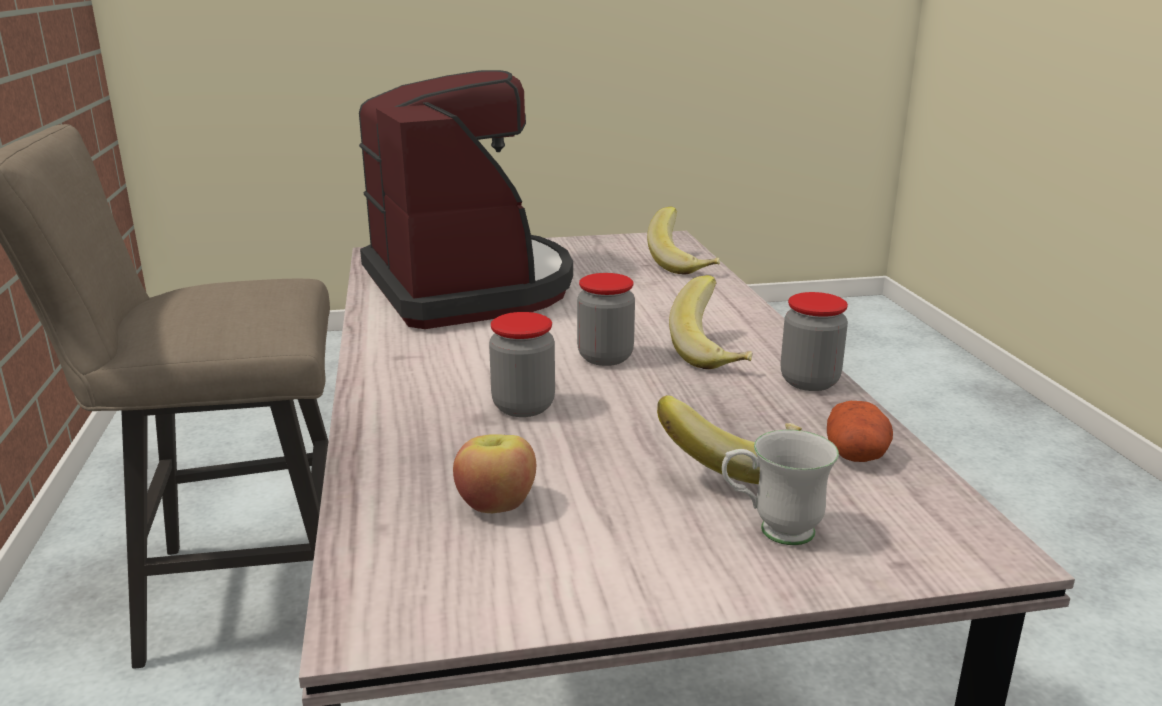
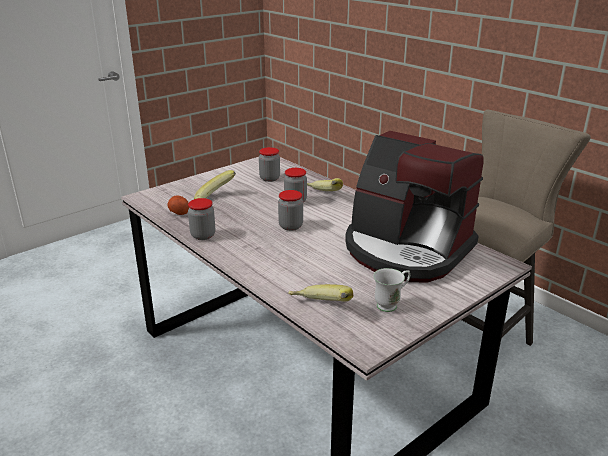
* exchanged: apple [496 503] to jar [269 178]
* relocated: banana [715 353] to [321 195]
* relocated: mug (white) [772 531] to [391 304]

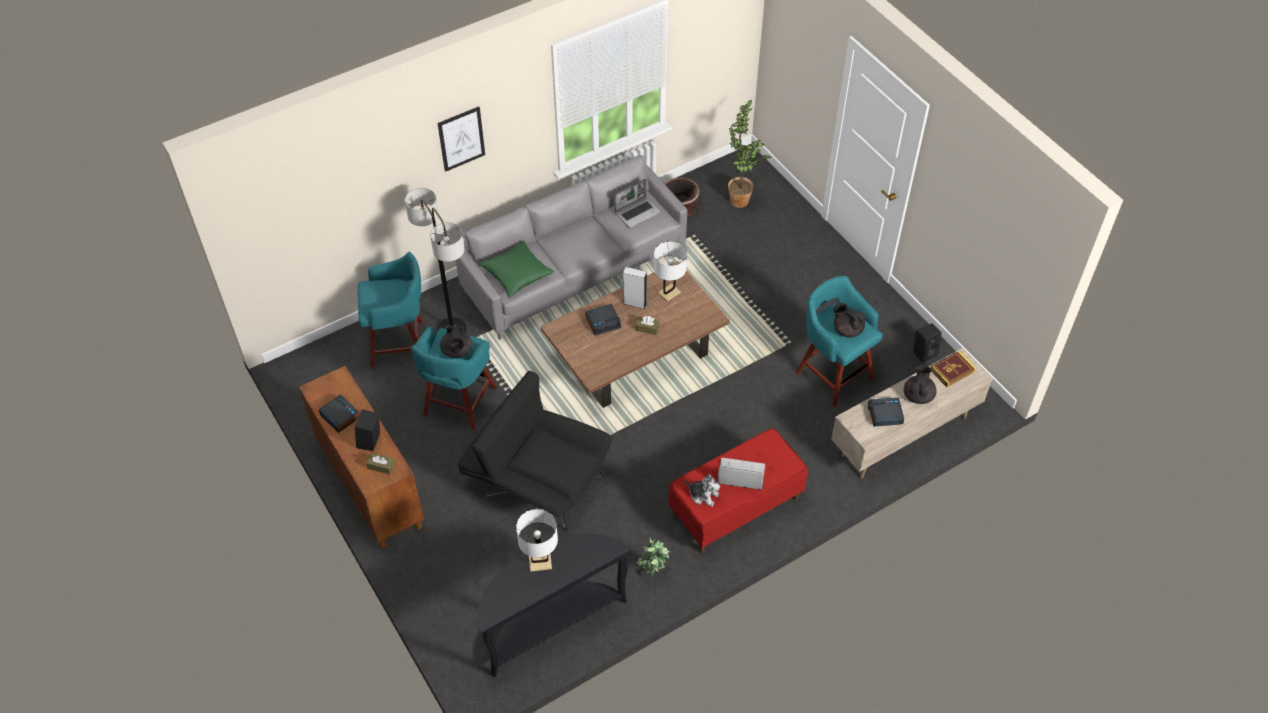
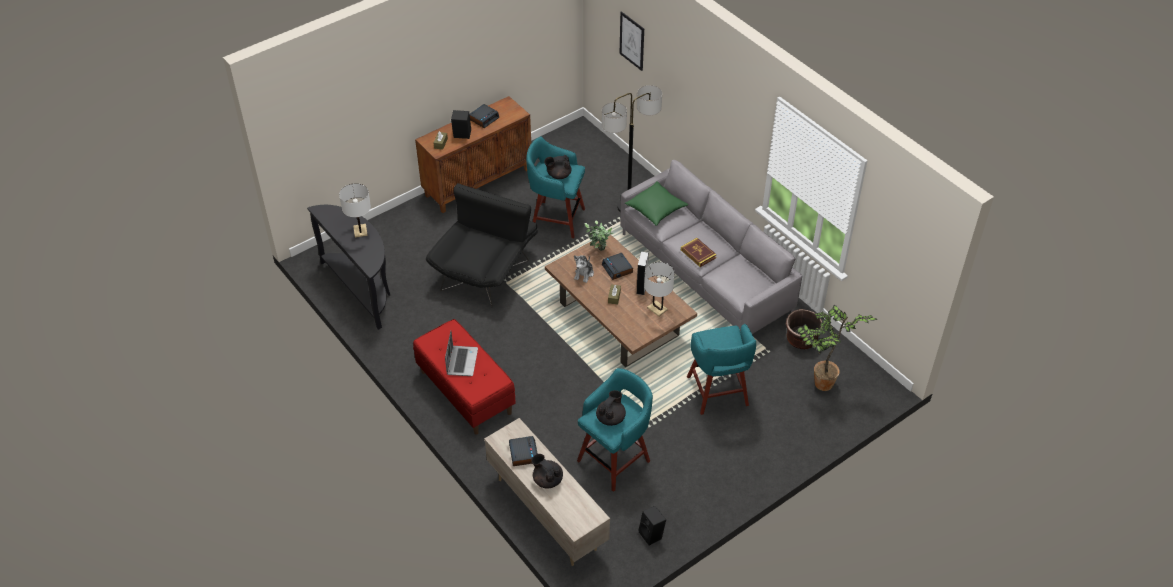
* relocated: stool (turquoise) [400 344] to [718 392]
* relocated: picture [461 138] to [632 41]
* missing: laptop [638 212]
* relocated: potted plant [653 572] to [598 251]
* relocated: plush toy [703 495] to [584 274]
* spun: teapot (black) [918 395] = [547 480] 150 degrees counterclockwise
* relocated: book [952 370] to [698 254]

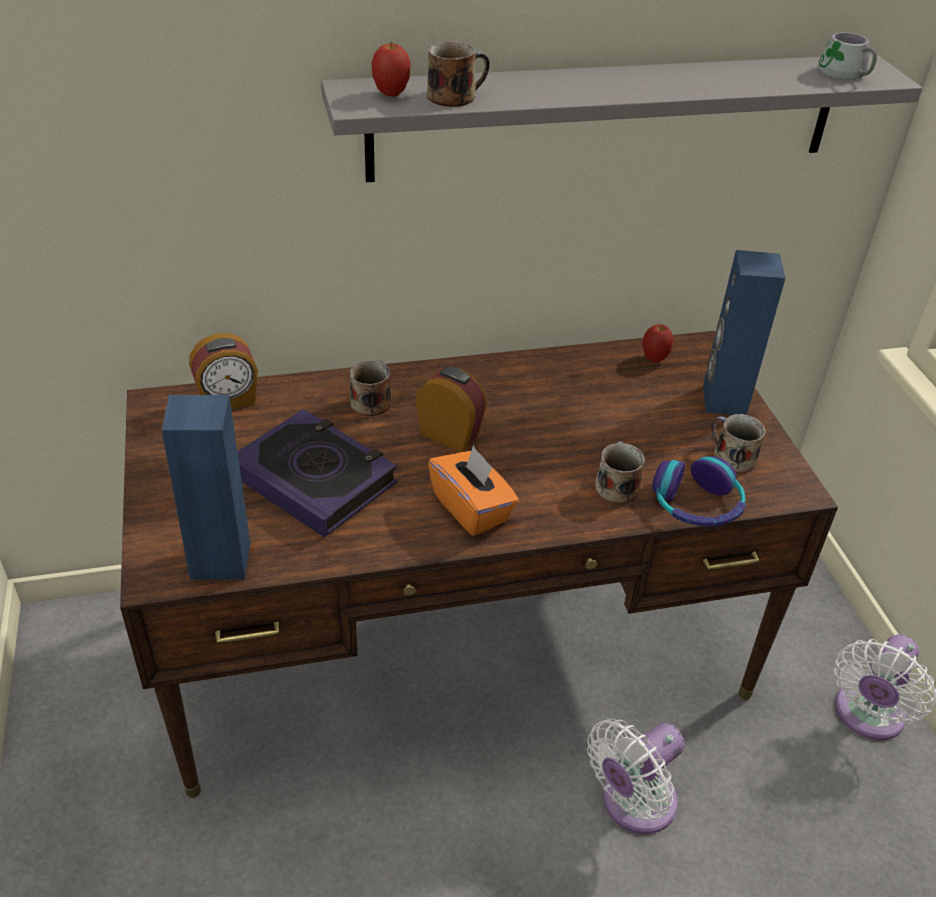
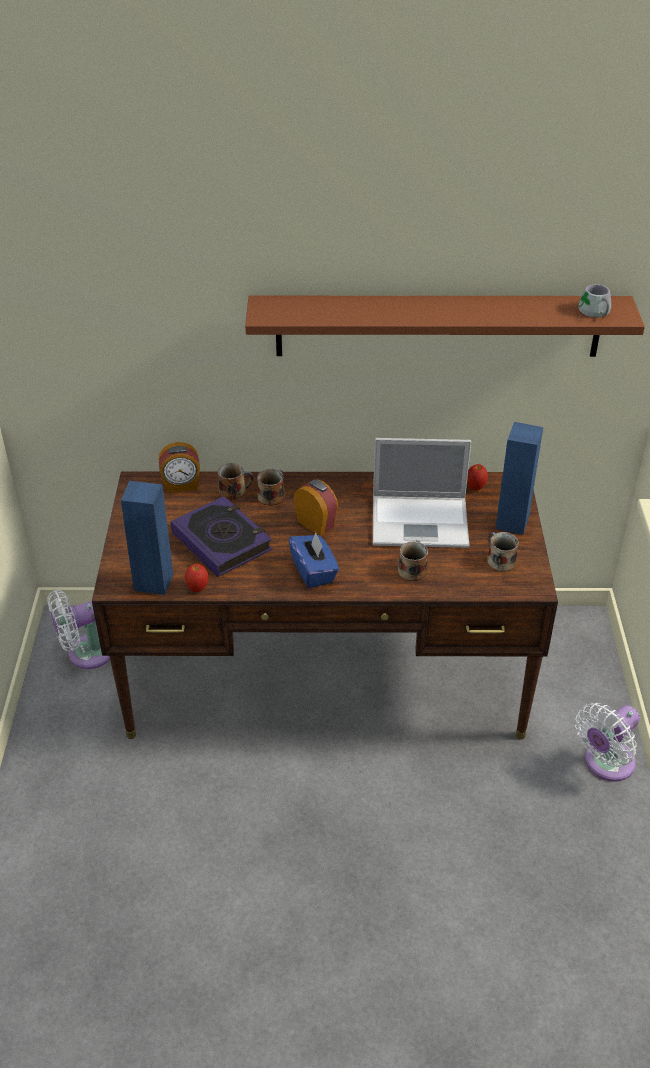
* colour: shelf (grey) [607 117] to shelf (brown) [438 325]
* relocated: apple [391 94] to [197 589]
* relocated: mug [454 96] to [234 490]
* colour: tissue box (orange) [471 508] to tissue box (blue) [314 571]
* relocated: fan (white) [633 804] to [86 653]
* missing: headphones [696 504]
* appeared: laptop [422 521]

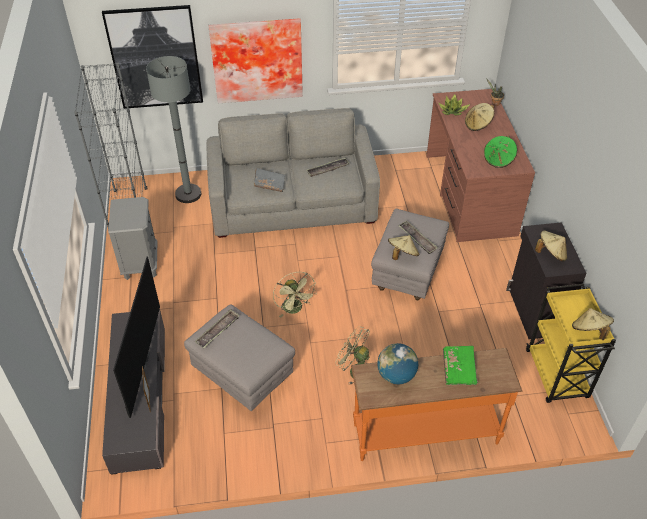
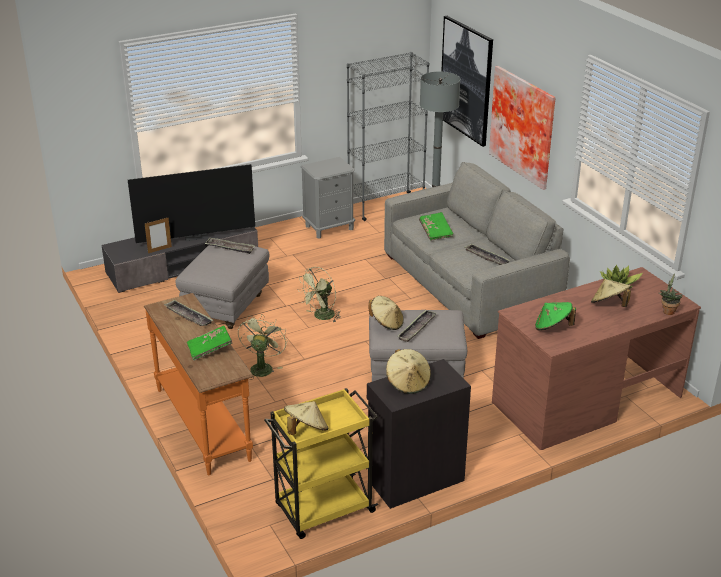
* colour: book (grey) [269 184] to book (green) [436 232]
* exchanged: globe [396 375] to tray [188 316]

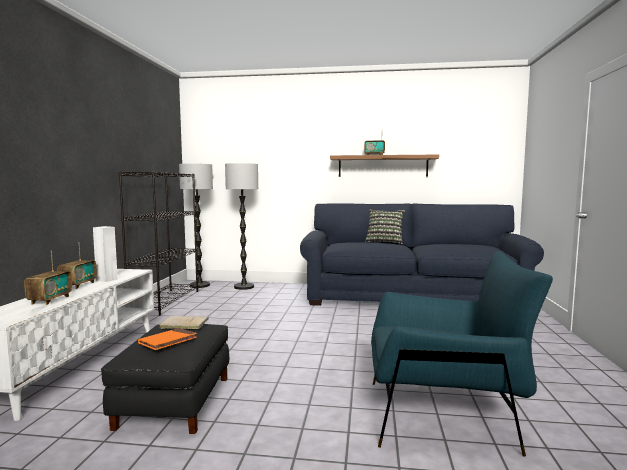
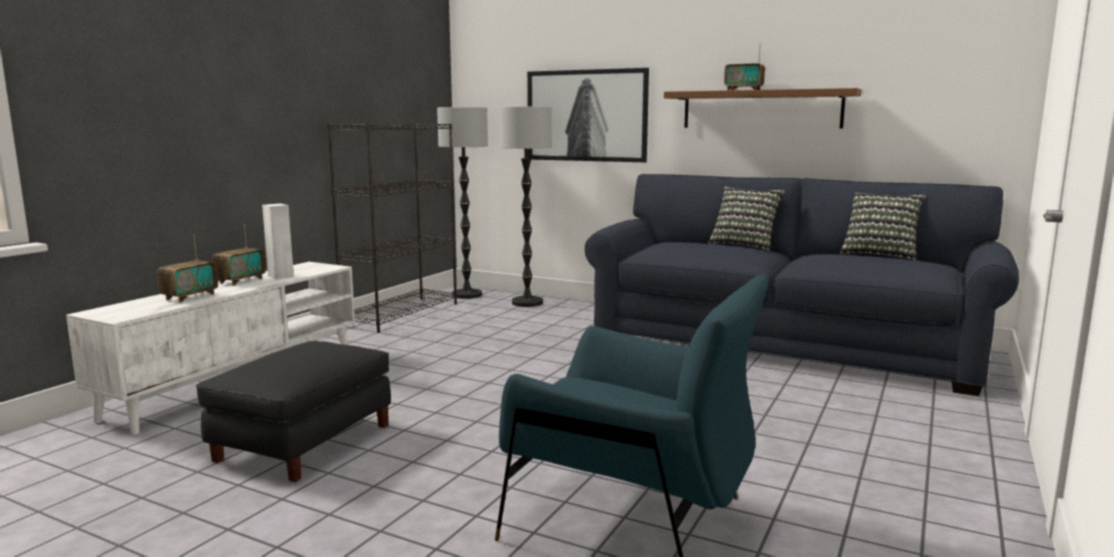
* missing: book (orange) [168 341]
* missing: book (beige) [183 324]
* appeared: picture [587 115]
* appeared: pillow [880 254]

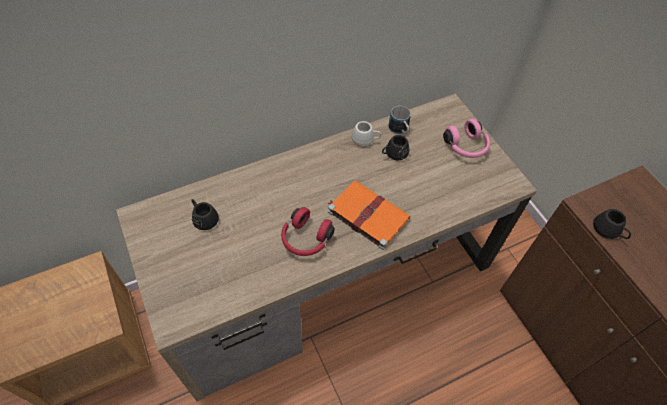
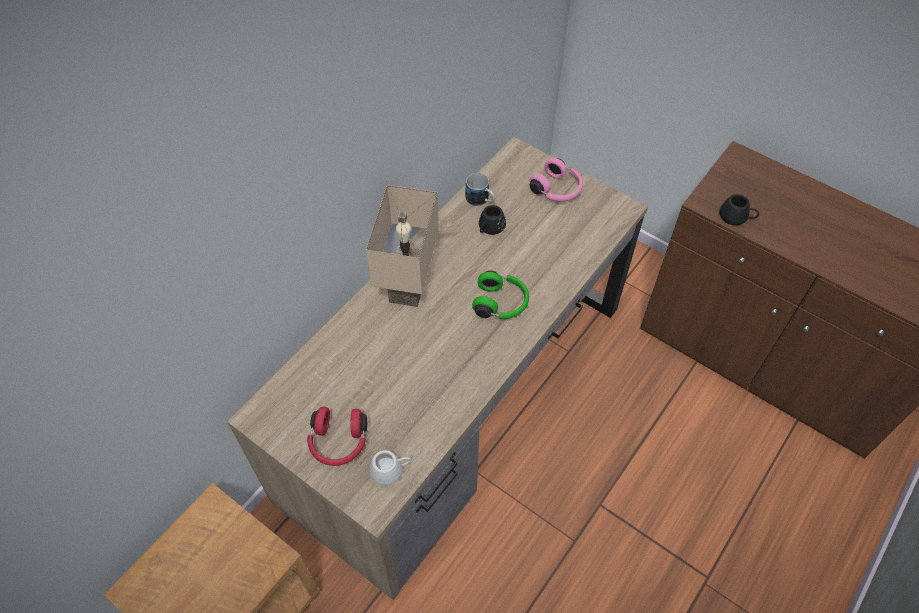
* missing: mug (black) [203 218]
* relocated: headphones (red) [305 239] to [338 442]
* exchanged: book (orange) [367 214] to headphones (green) [501 303]
* relocated: mug (white) [365 139] to [390 470]
* appeared: table lamp (beige) [410 286]

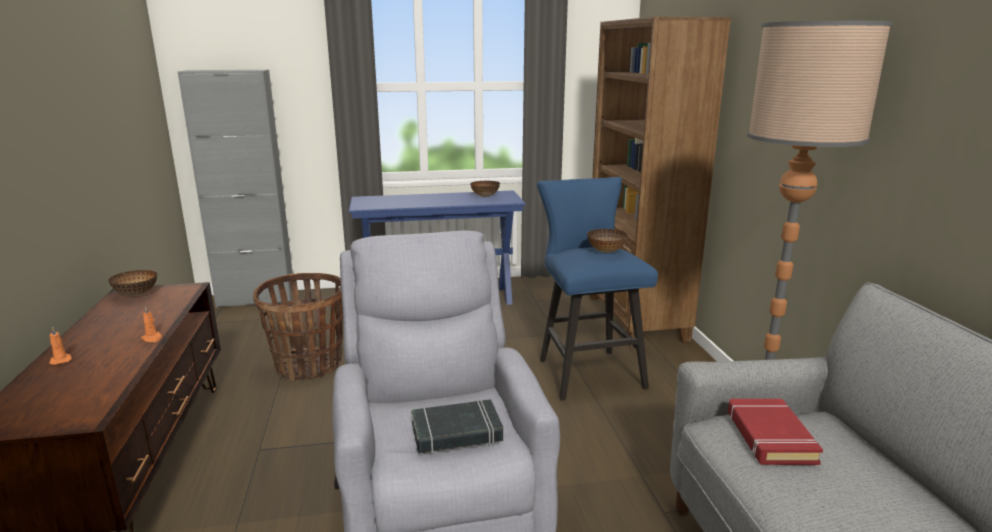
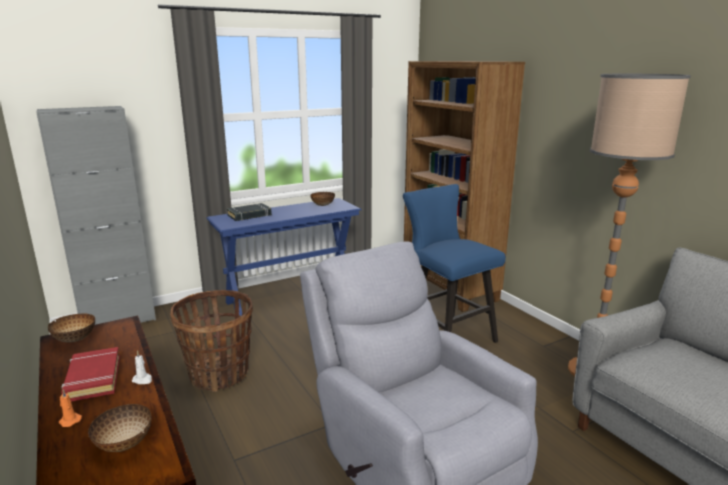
* colour: candle (orange) [152 338] to candle (white) [143 380]
* relocated: book (black) [456 433] to [249 215]
* relocated: bowl [605 251] to [123 444]
* relocated: book (red) [769 437] to [93 378]

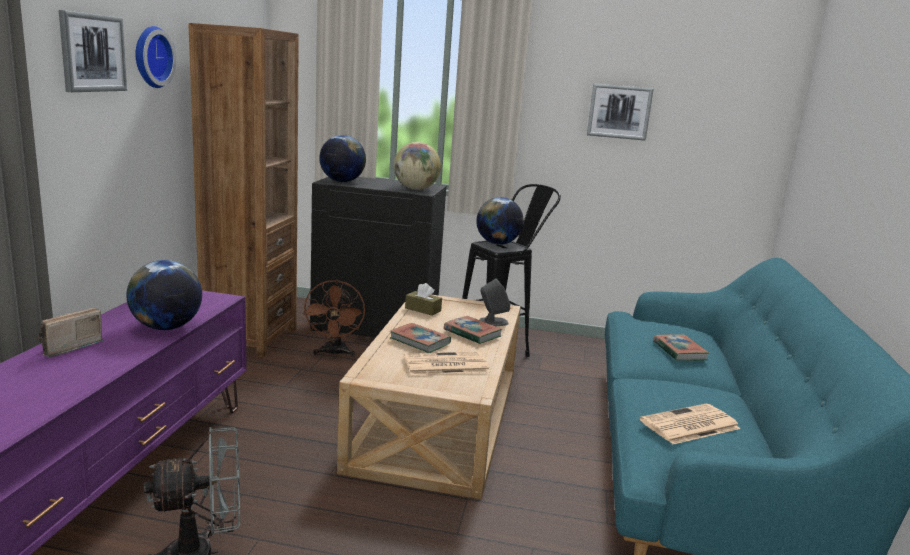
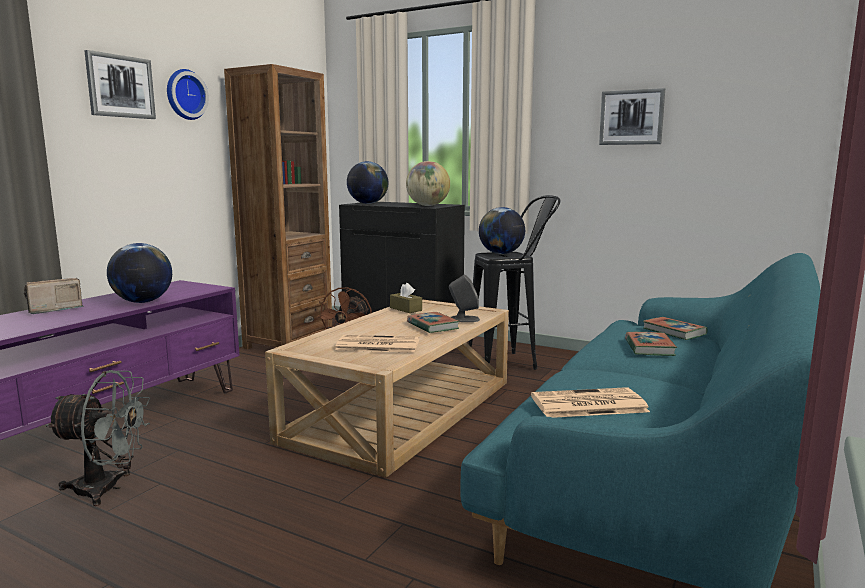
* relocated: book [420 341] to [674 332]

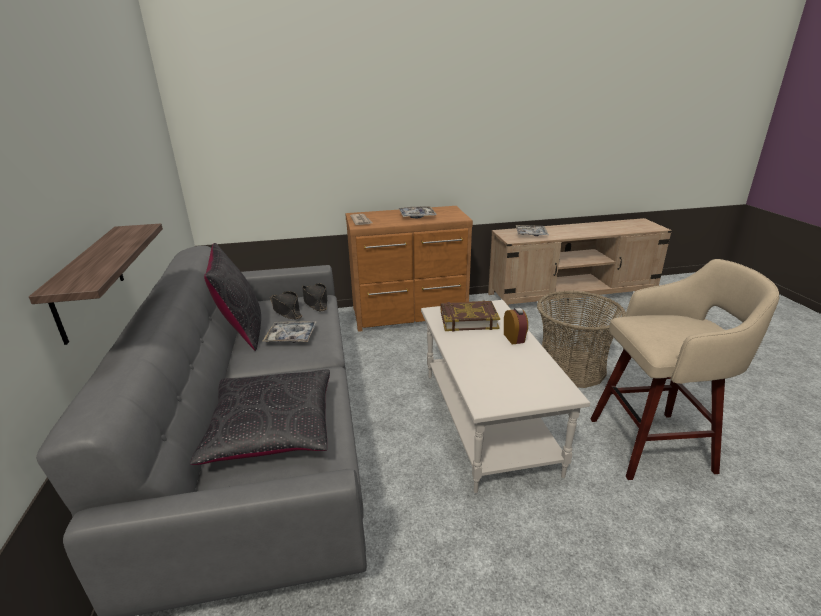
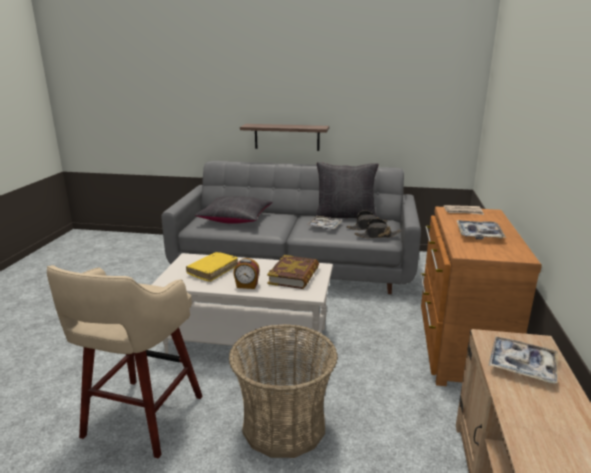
* appeared: book (yellow) [213 270]

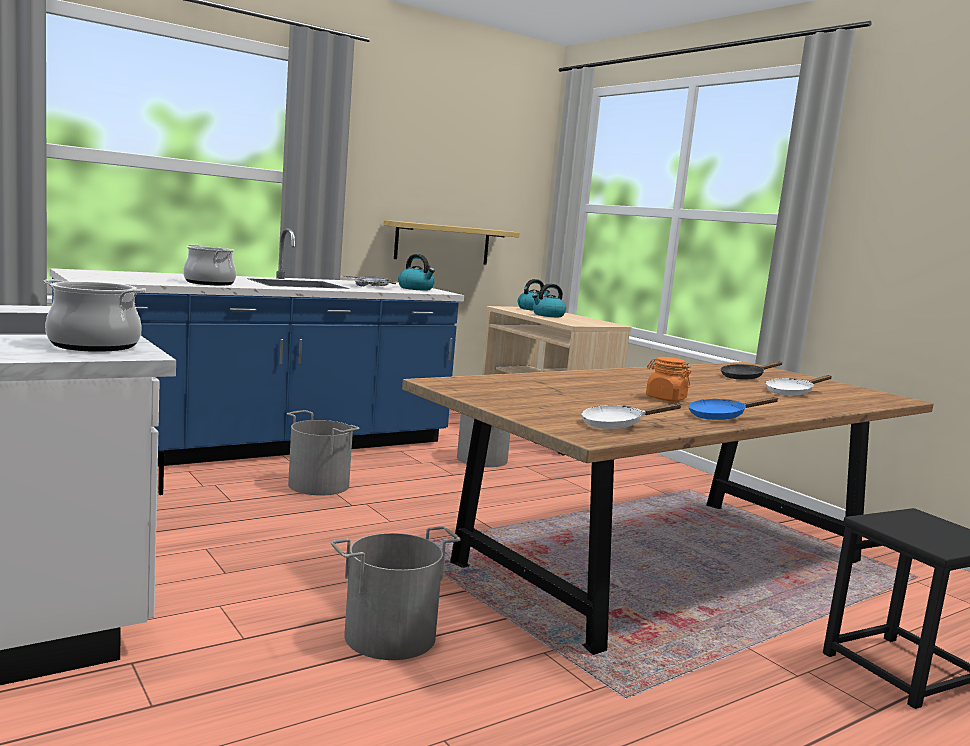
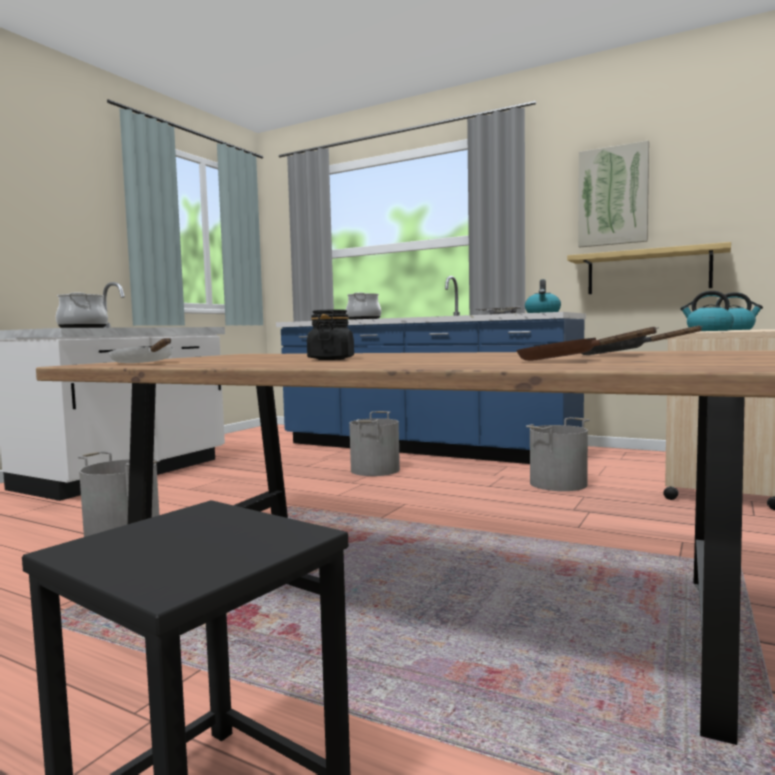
* colour: jar (orange) [665 398] to jar (black) [331 359]
* missing: frying pan (blue) [721 417]
* colour: frying pan (white) [792 393] to frying pan (brown) [565 360]
* appeared: picture [613 196]

